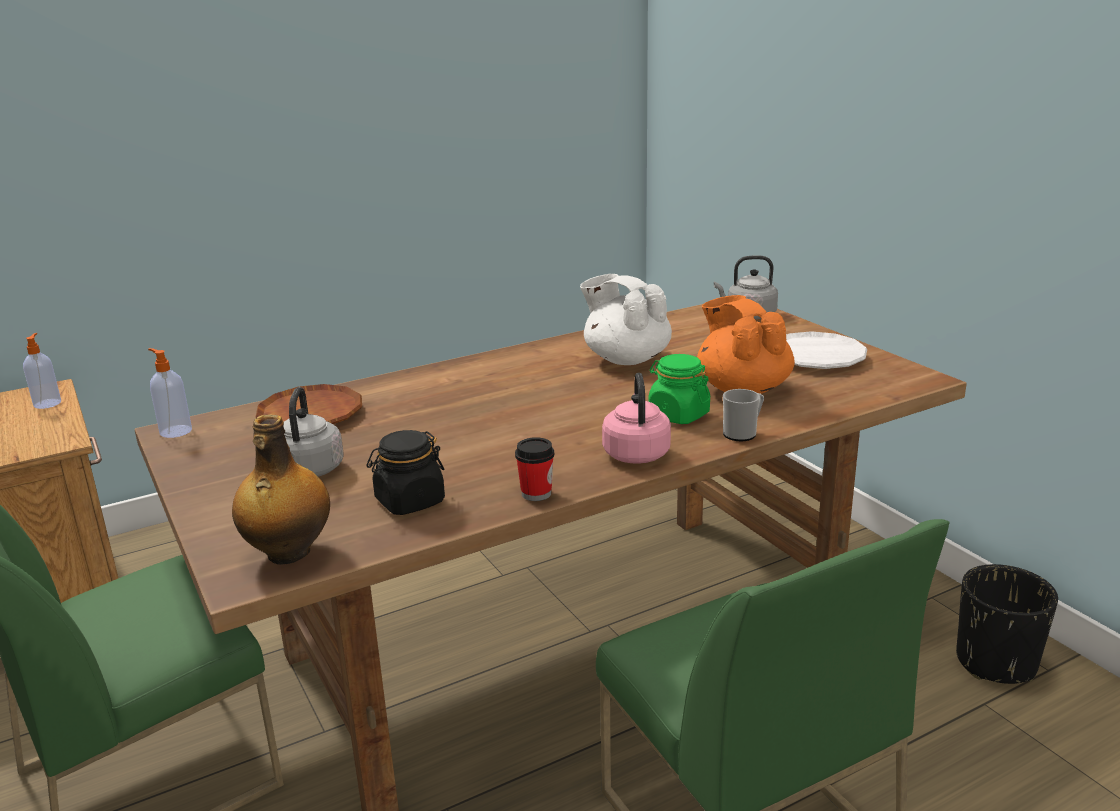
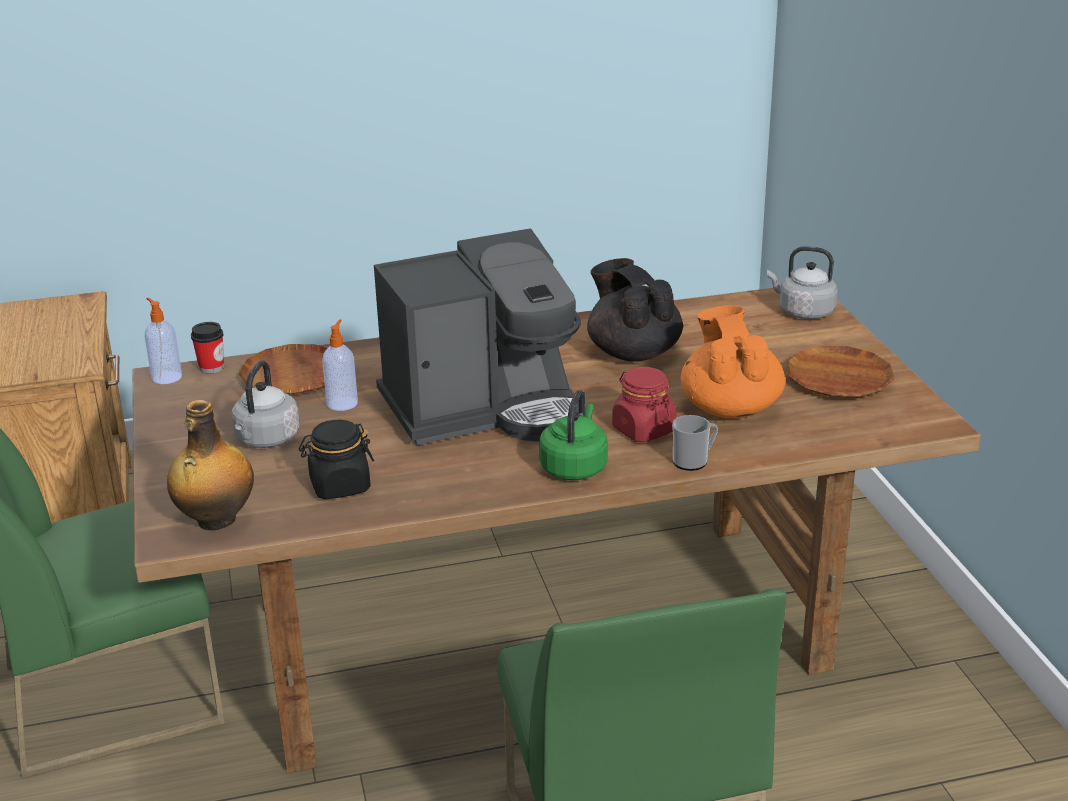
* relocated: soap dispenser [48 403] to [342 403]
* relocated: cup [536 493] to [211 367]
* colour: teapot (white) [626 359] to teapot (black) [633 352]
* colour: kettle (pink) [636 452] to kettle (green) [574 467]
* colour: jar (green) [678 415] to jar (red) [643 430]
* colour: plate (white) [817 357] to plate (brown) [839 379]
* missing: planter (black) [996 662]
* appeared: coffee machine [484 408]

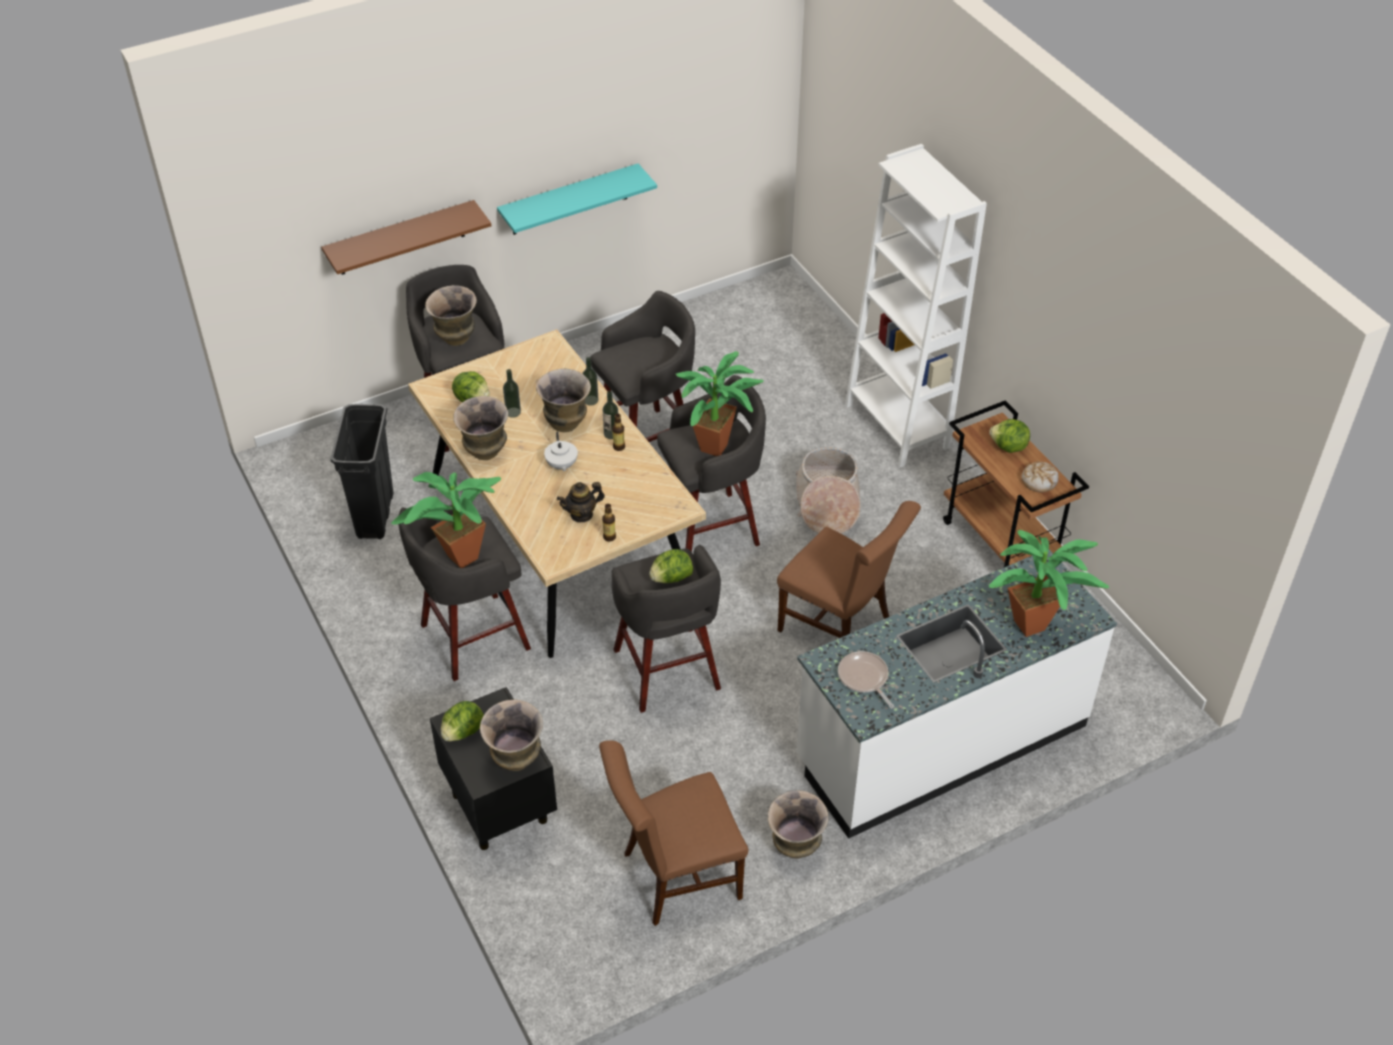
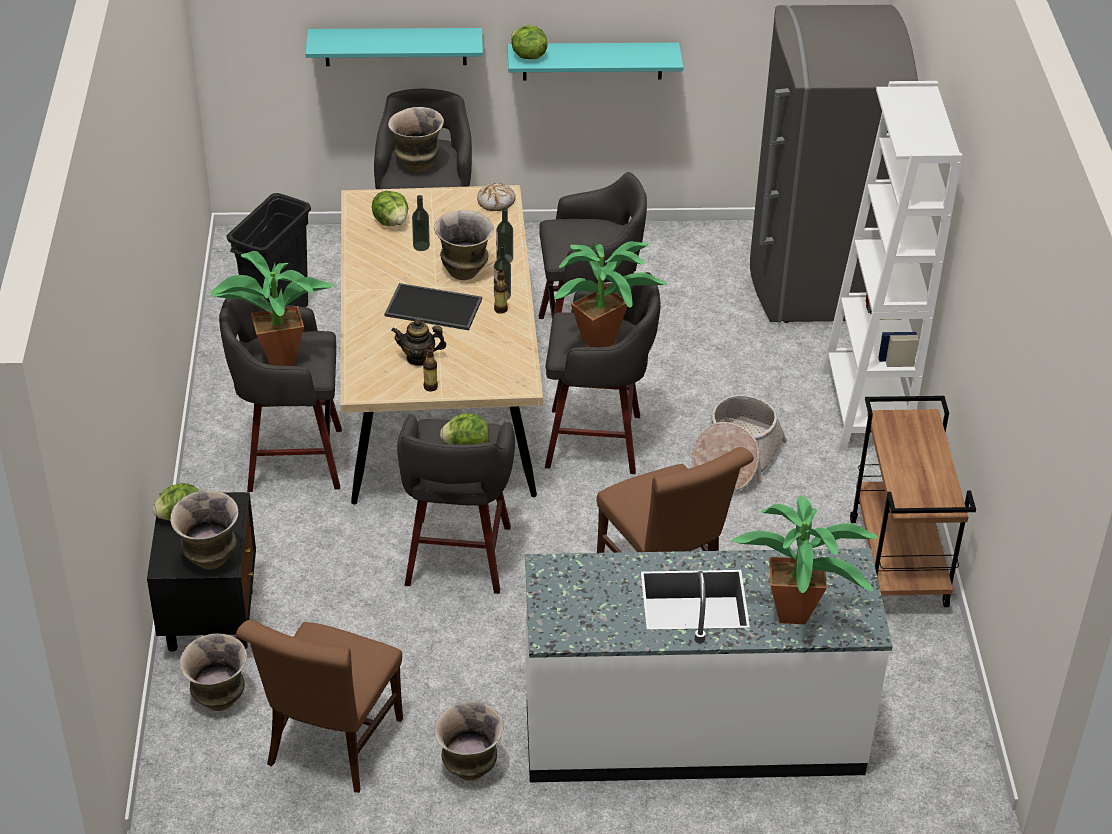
* colour: shelf (brown) [401 238] to shelf (turquoise) [395 46]
* relocated: vase [485 453] to [219 701]
* exchanged: teapot (white) [561 465] to tray [432 308]
* spun: chair (brown) [674 877] = [330 747] 75 degrees counterclockwise
* missing: frying pan [864 678]
* relocated: lettuce [1008 447] to [527 56]
* relocated: bread [1039 480] to [496 202]
* appeared: fridge (grey) [812 280]

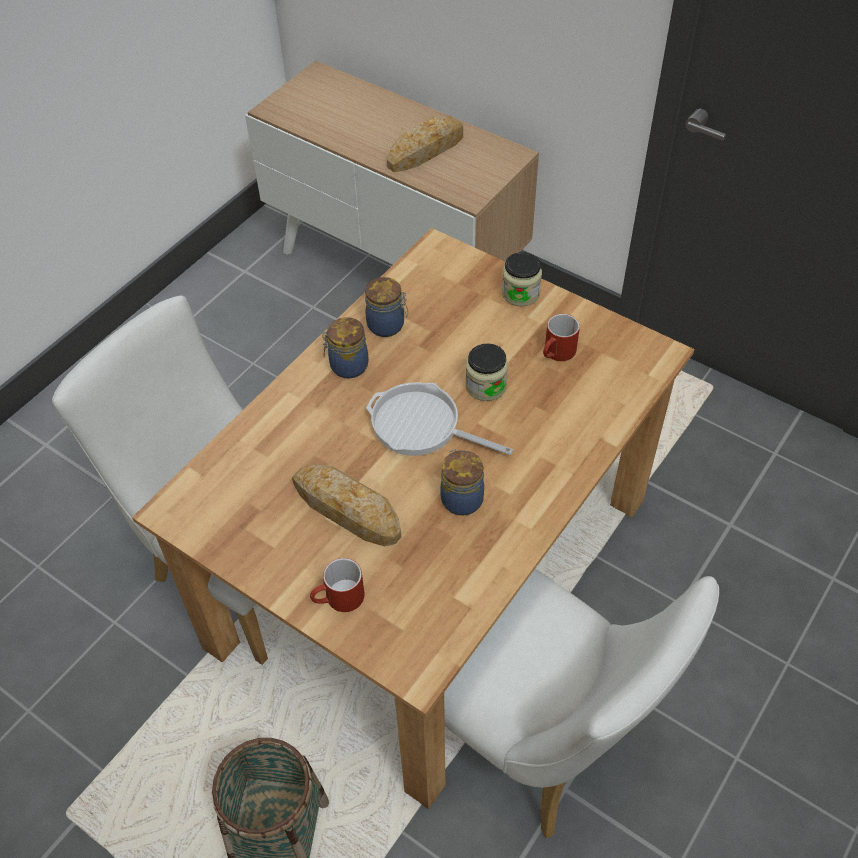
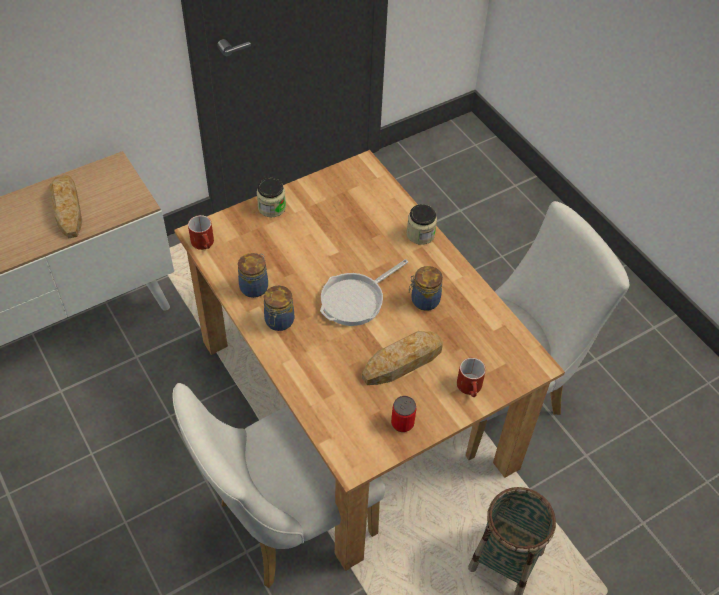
* relocated: jar [486 386] to [420 234]
* relocated: mug (red) [557 354] to [205 244]
* appeared: can [402 423]

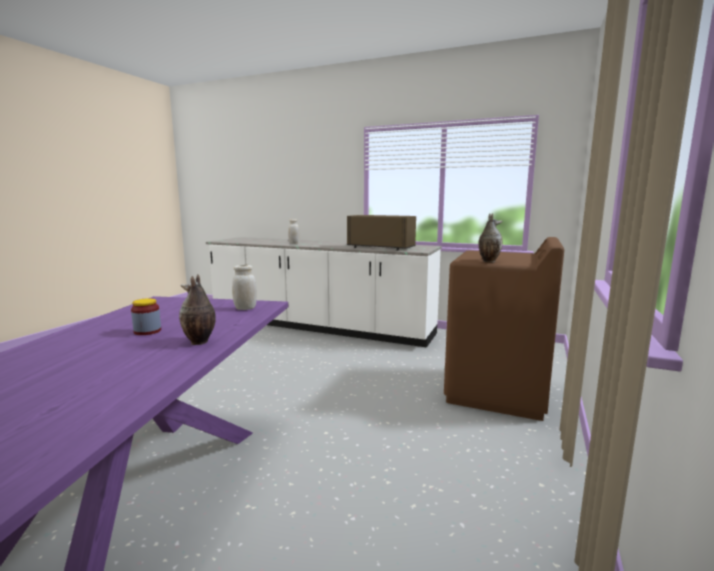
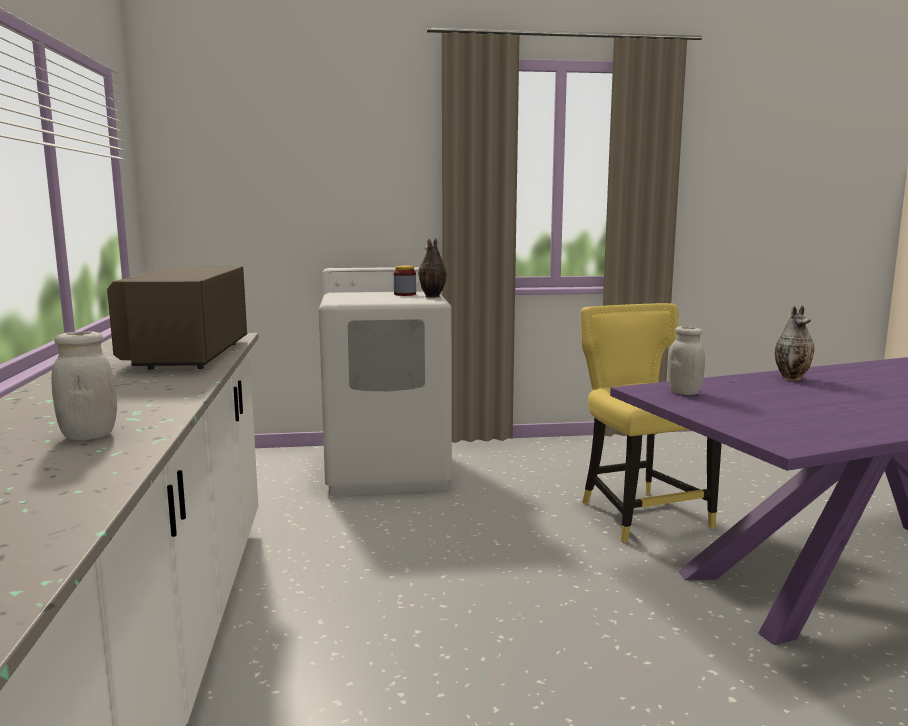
* relocated: jar [147 331] to [405 294]
* colour: washing machine (brown) [496 392] to washing machine (white) [388 471]
* appeared: chair (yellow) [641 514]

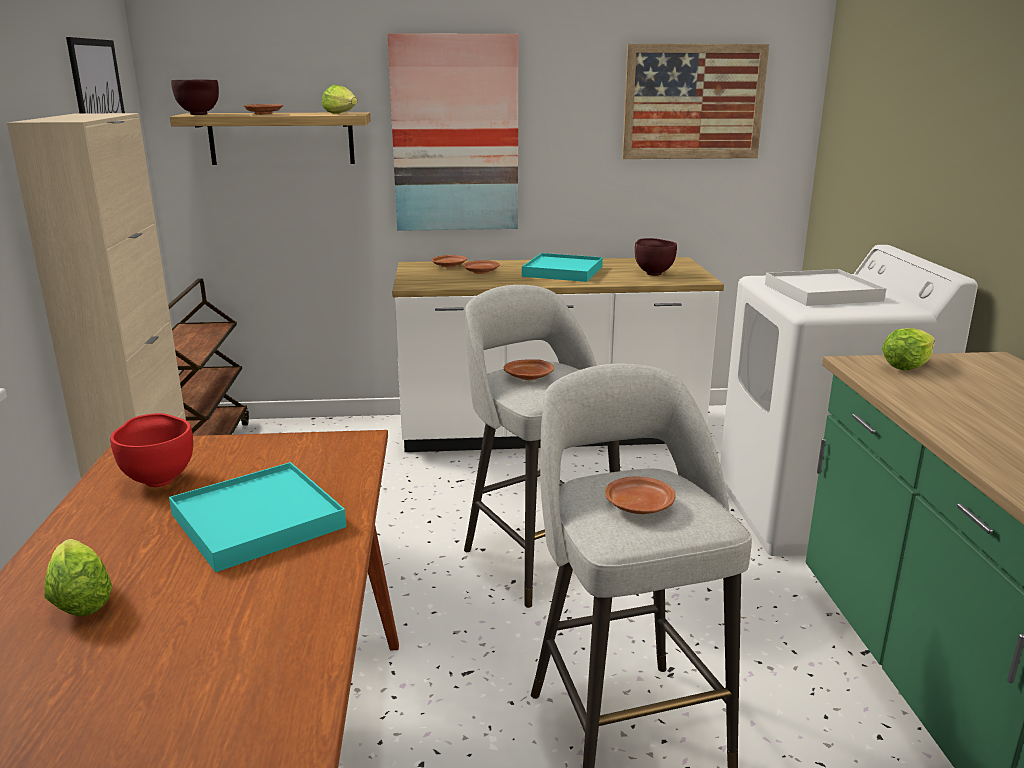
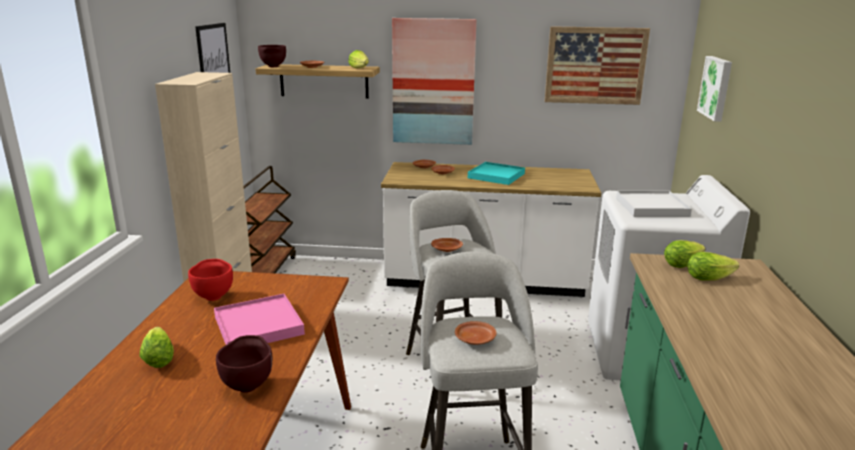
* colour: tray (turquoise) [257 521] to tray (pink) [258 326]
* relocated: bowl (brown) [653 273] to [248 385]
* appeared: lettuce [712 277]
* appeared: picture [717 87]

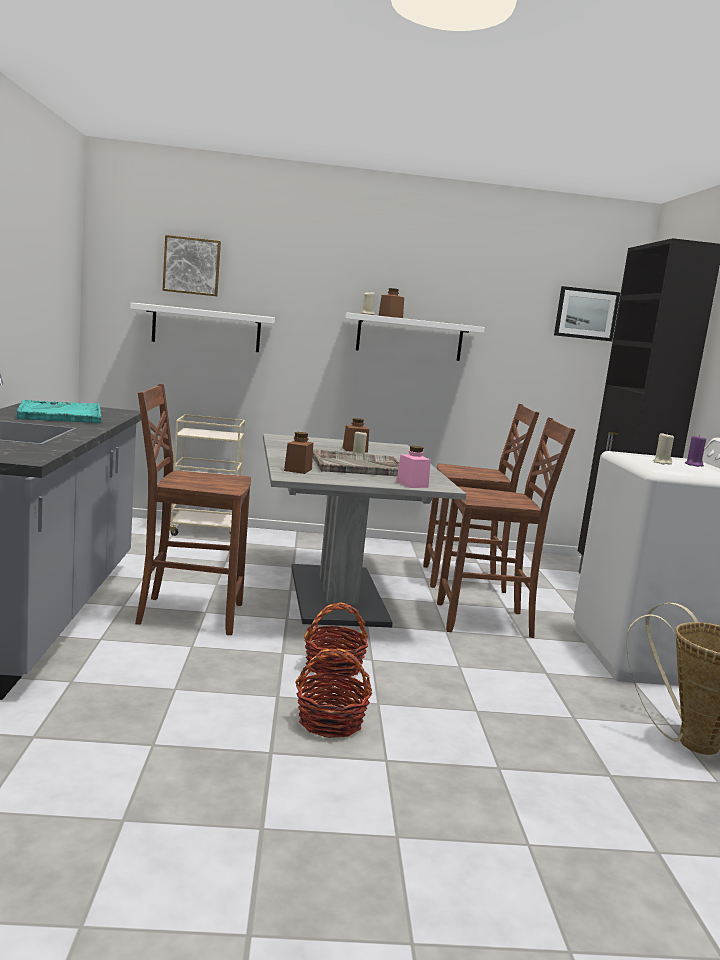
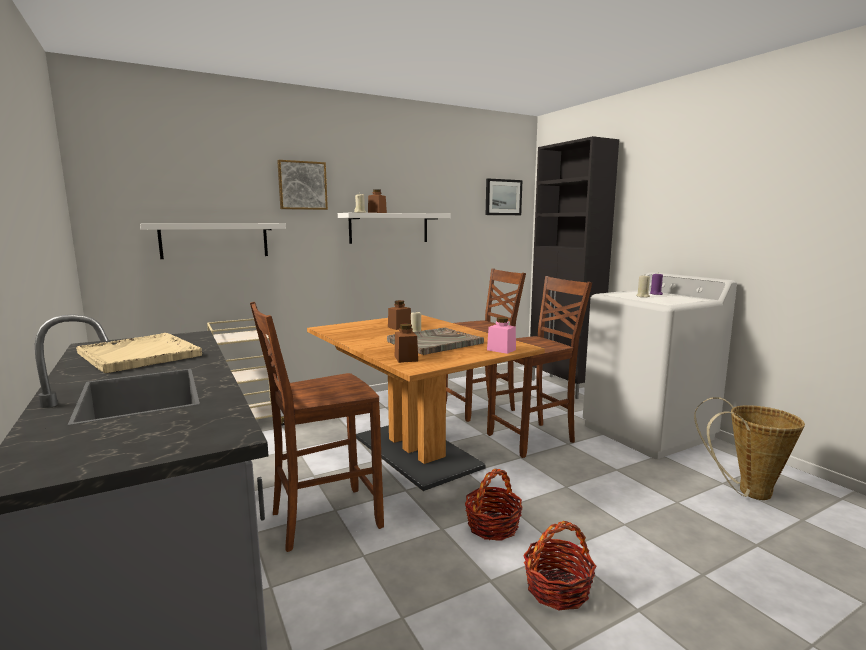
* colour: tray (turquoise) [60 414] to tray (beige) [139 354]
* relocated: picture [192 266] to [302 185]
* colour: dining table (grey) [337 595] to dining table (brown) [416 452]

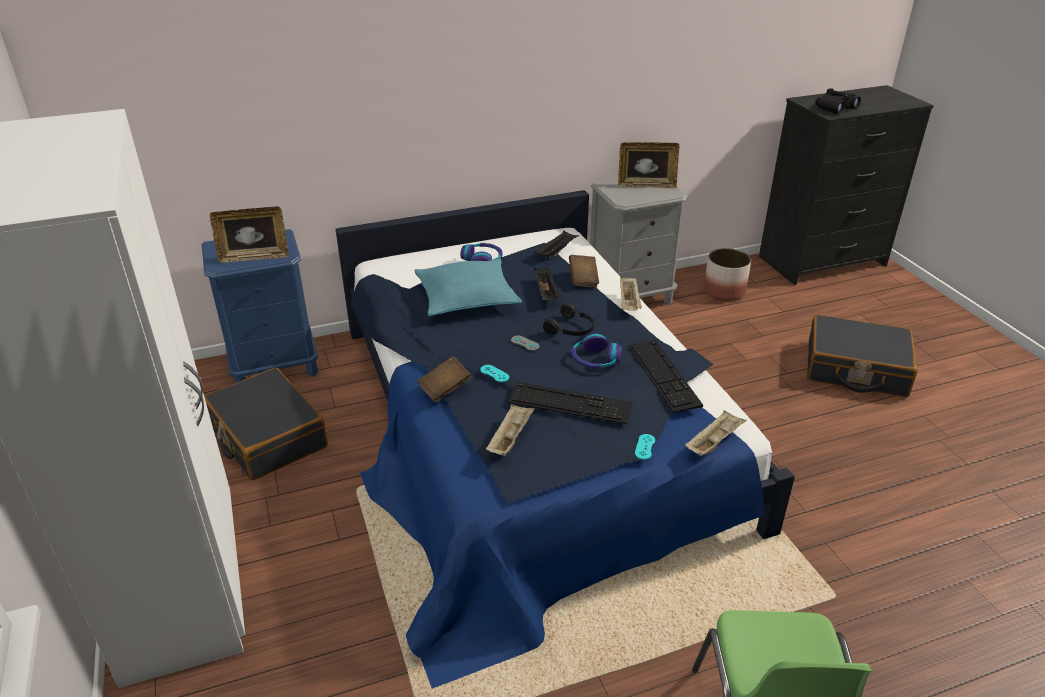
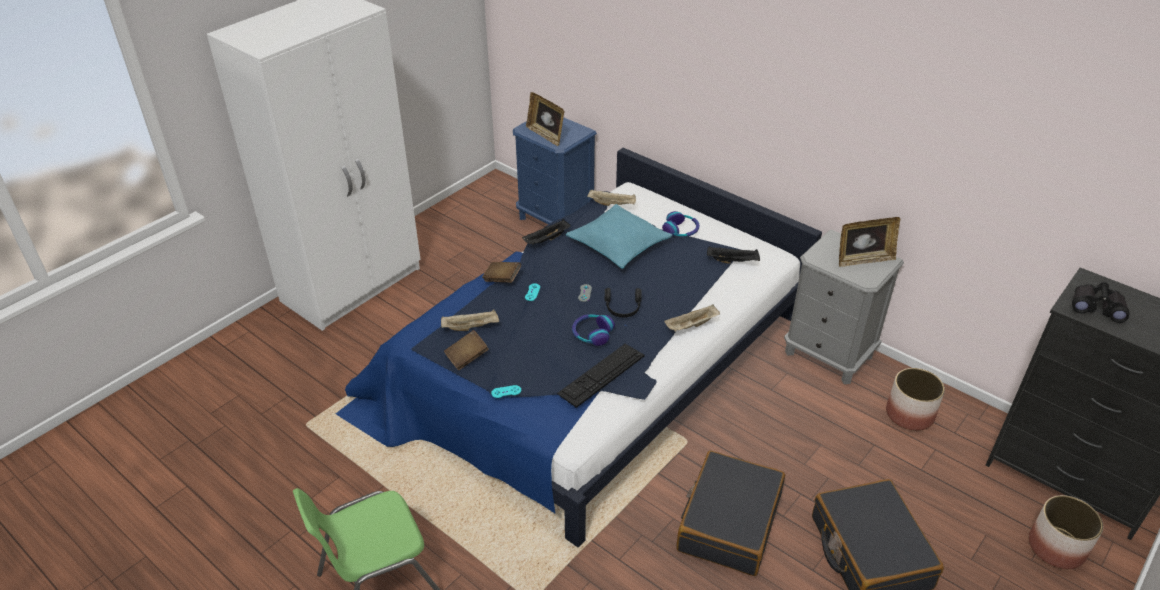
* relocated: suitcase (black) [267 436] to [728 522]
* missing: keyboard [569 403]
* relocated: tray (black) [546 293] to [547 240]
* relocated: book (brown) [583 280] to [467 357]
* spun: picture frame [646 185] = [863 260] 75 degrees counterclockwise
* relocated: tray (beige) [713 442] to [612 204]
* appeared: planter [1057 548]

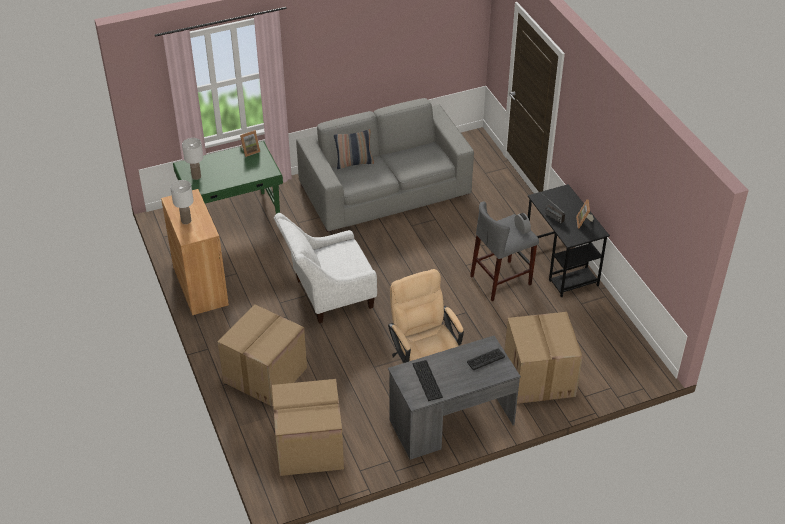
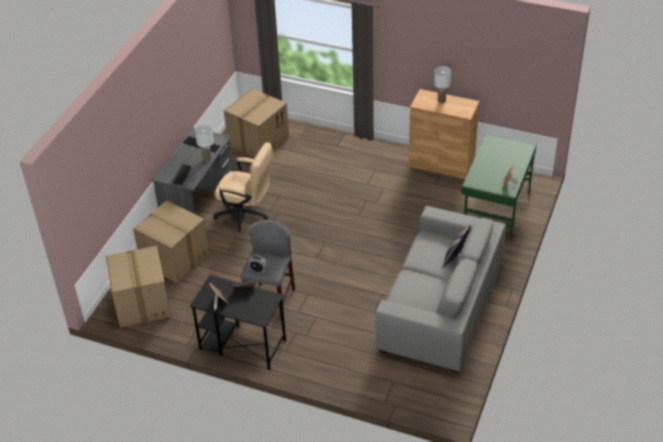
* relocated: table lamp (white) [196 176] to [207 158]
* relocated: cardboard box [265 376] to [141 303]
* missing: armchair (white) [328 295]

